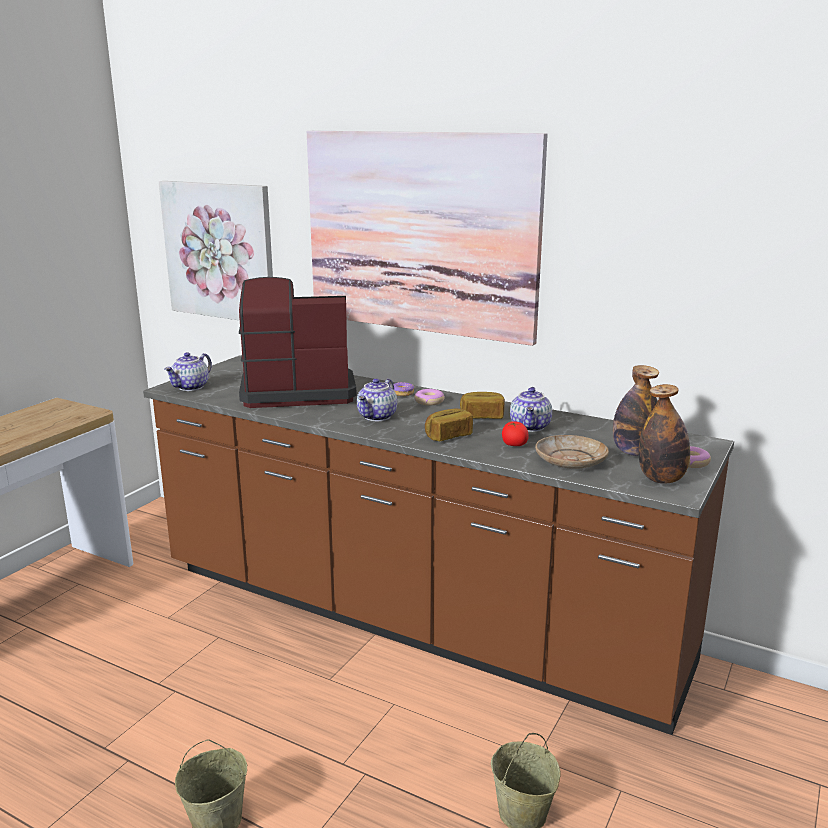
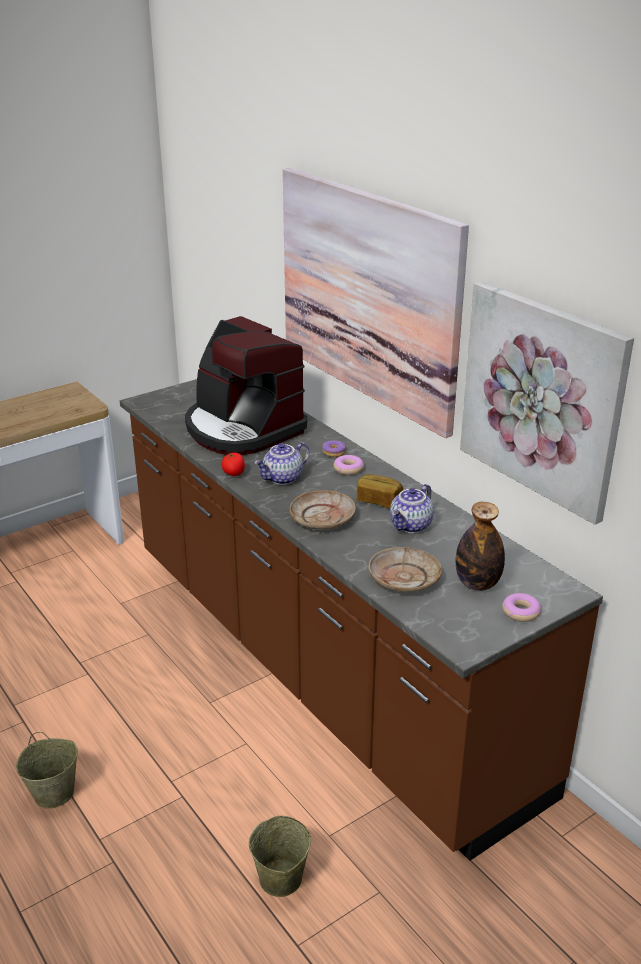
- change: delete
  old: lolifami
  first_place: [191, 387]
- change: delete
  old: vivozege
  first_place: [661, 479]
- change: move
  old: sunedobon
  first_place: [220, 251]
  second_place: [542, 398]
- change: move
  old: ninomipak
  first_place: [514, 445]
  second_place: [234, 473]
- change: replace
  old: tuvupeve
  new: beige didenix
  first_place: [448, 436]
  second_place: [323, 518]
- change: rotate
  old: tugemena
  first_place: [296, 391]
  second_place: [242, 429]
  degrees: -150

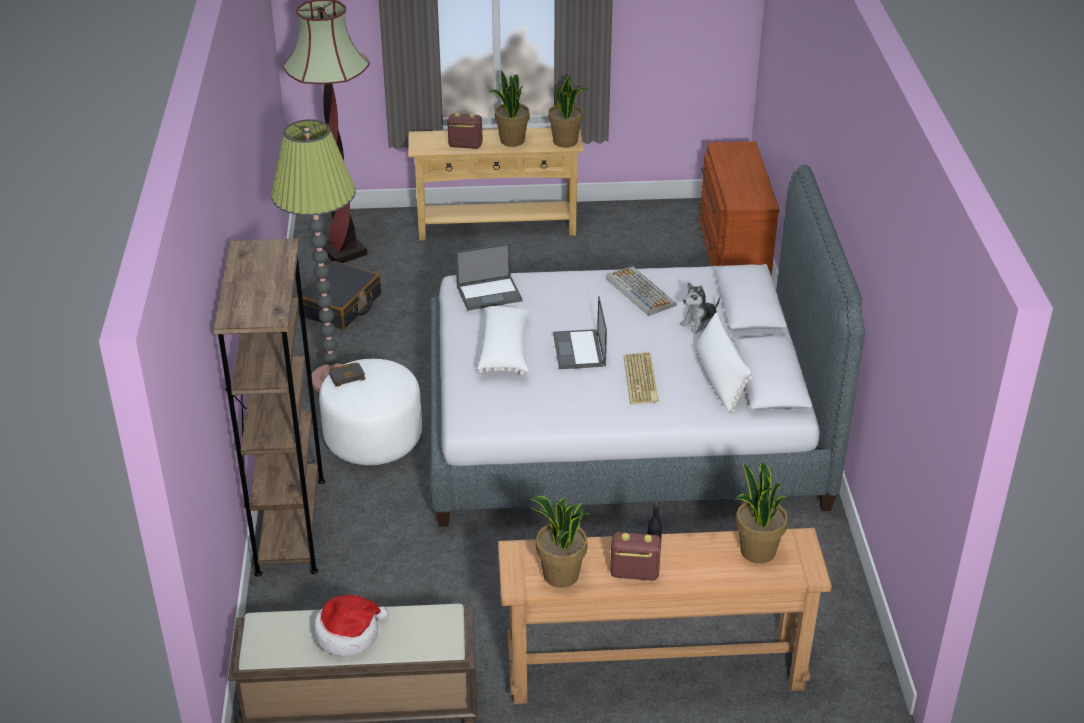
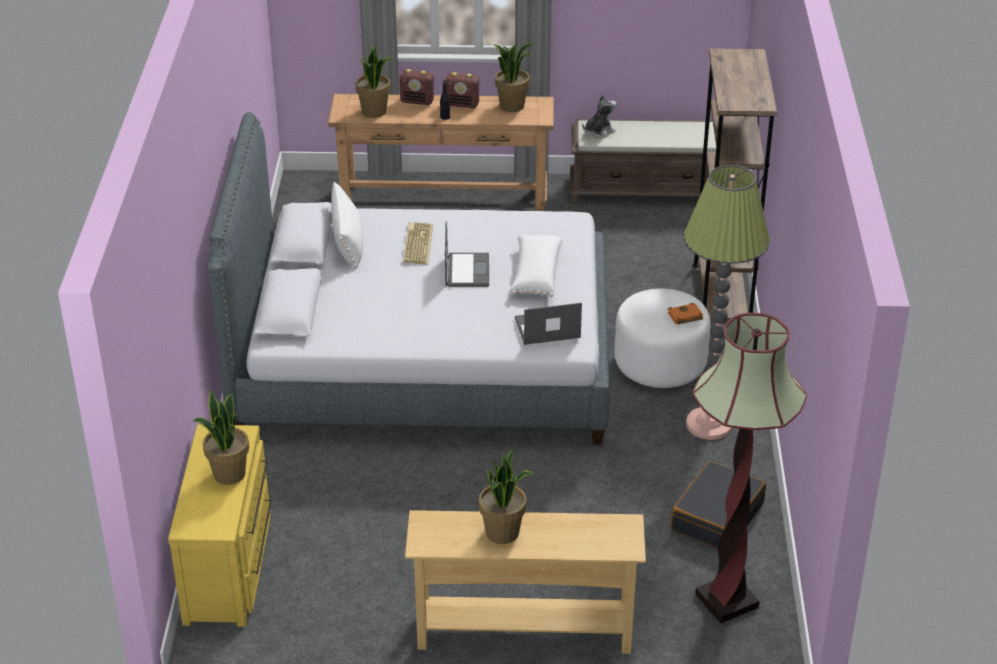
- change: delete
  old: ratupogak
  first_place: [348, 634]
- change: delete
  old: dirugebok
  first_place: [639, 291]
- change: move
  old: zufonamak
  first_place: [465, 145]
  second_place: [417, 101]
- change: move
  old: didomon
  first_place: [566, 141]
  second_place: [228, 474]
- change: move
  old: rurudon
  first_place: [700, 323]
  second_place: [599, 132]
- change: recolor
  old: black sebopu
  new: orange sebopu
  first_place: [347, 376]
  second_place: [684, 317]
- change: recolor
  old: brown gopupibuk
  new: yellow gopupibuk
  first_place: [731, 254]
  second_place: [230, 566]

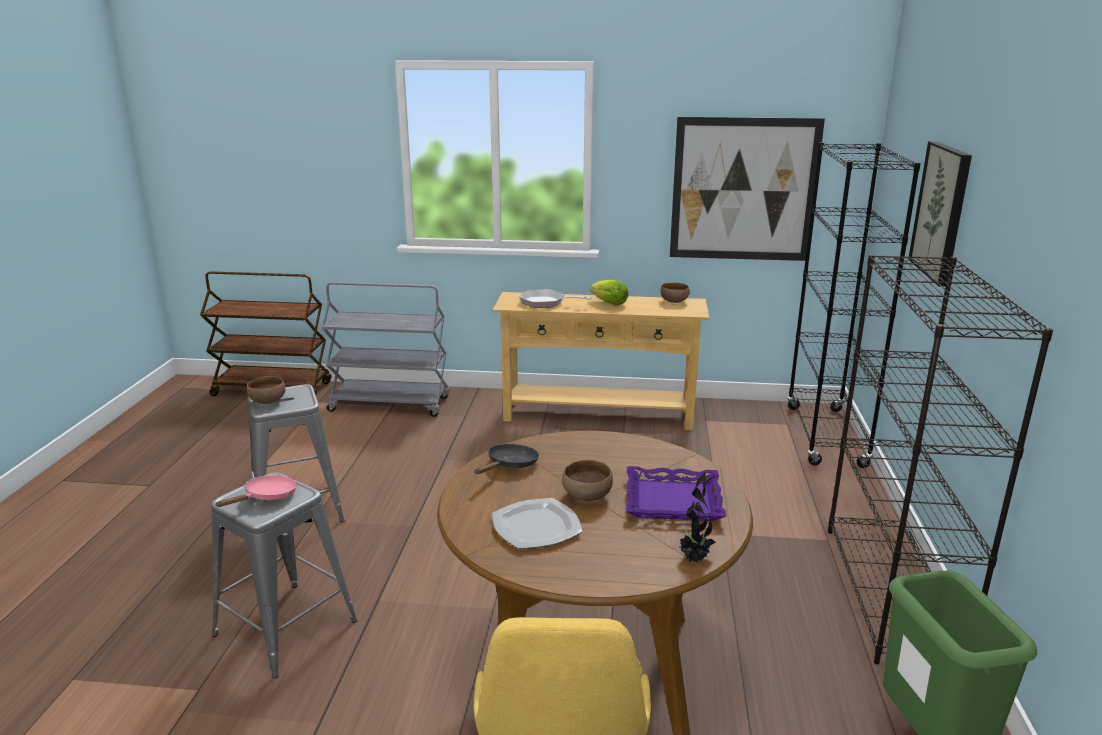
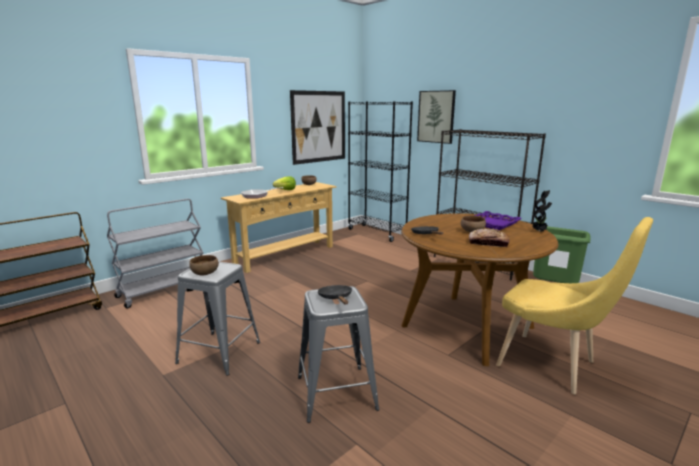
- change: replace
  old: didenix
  new: tuvupeve
  first_place: [535, 526]
  second_place: [488, 243]
- change: recolor
  old: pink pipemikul
  new: black pipemikul
  first_place: [267, 497]
  second_place: [336, 298]

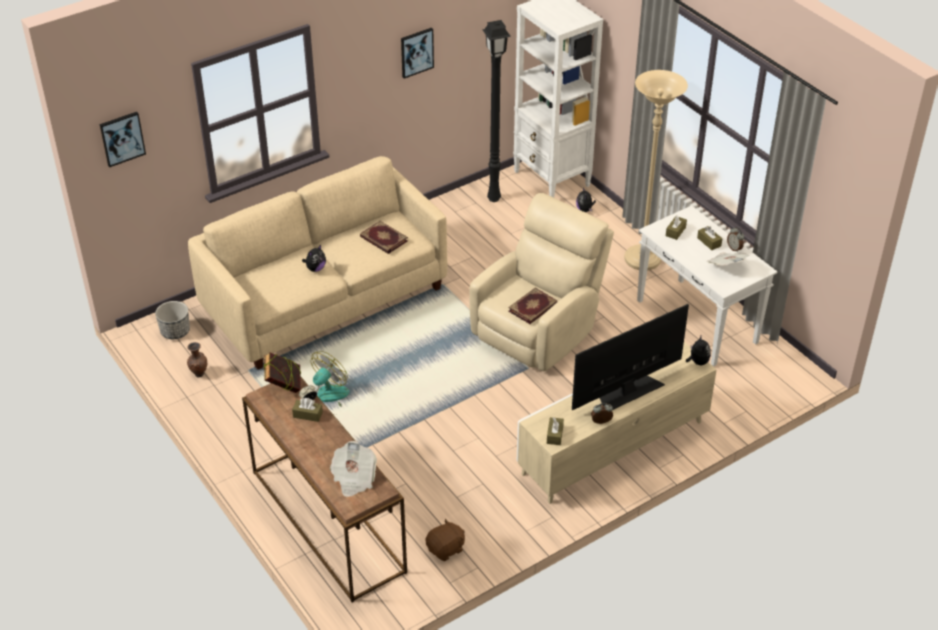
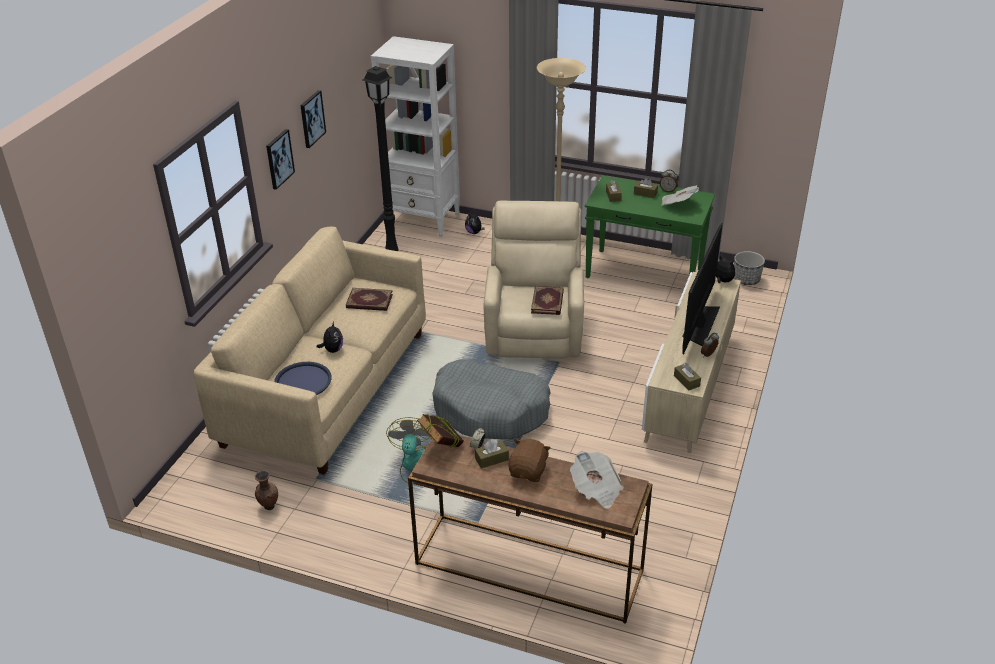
- change: insert
  new: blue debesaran
  second_place: [303, 381]
- change: insert
  new: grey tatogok
  second_place: [491, 410]
- change: move
  old: sunedobon
  first_place: [122, 138]
  second_place: [279, 159]
- change: move
  old: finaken
  first_place: [175, 331]
  second_place: [746, 279]
- change: move
  old: brown rurudon
  first_place: [446, 549]
  second_place: [528, 471]
- change: recolor
  old: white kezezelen
  new: green kezezelen
  first_place: [697, 322]
  second_place: [645, 273]

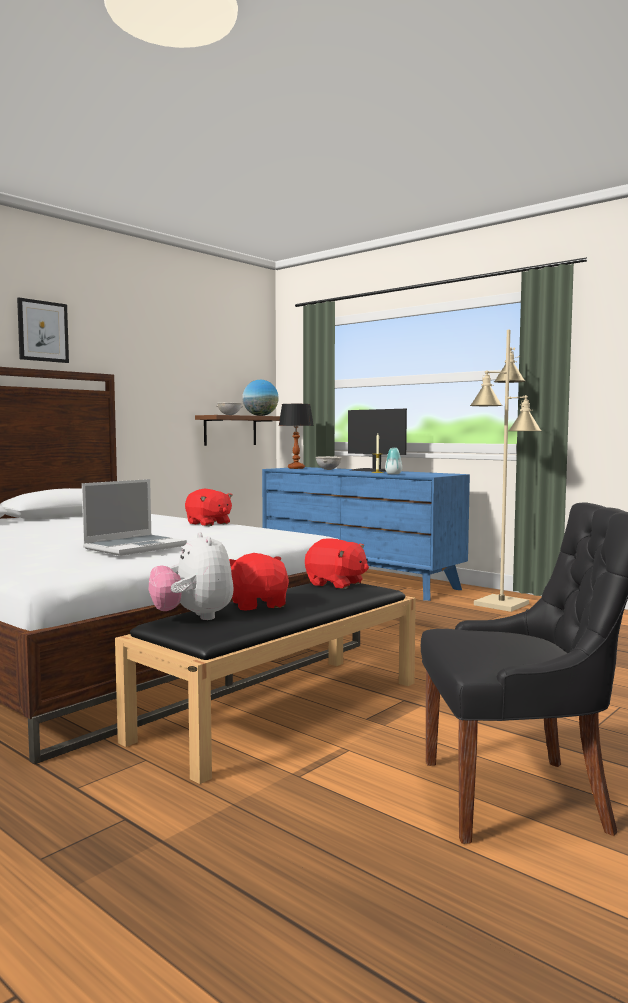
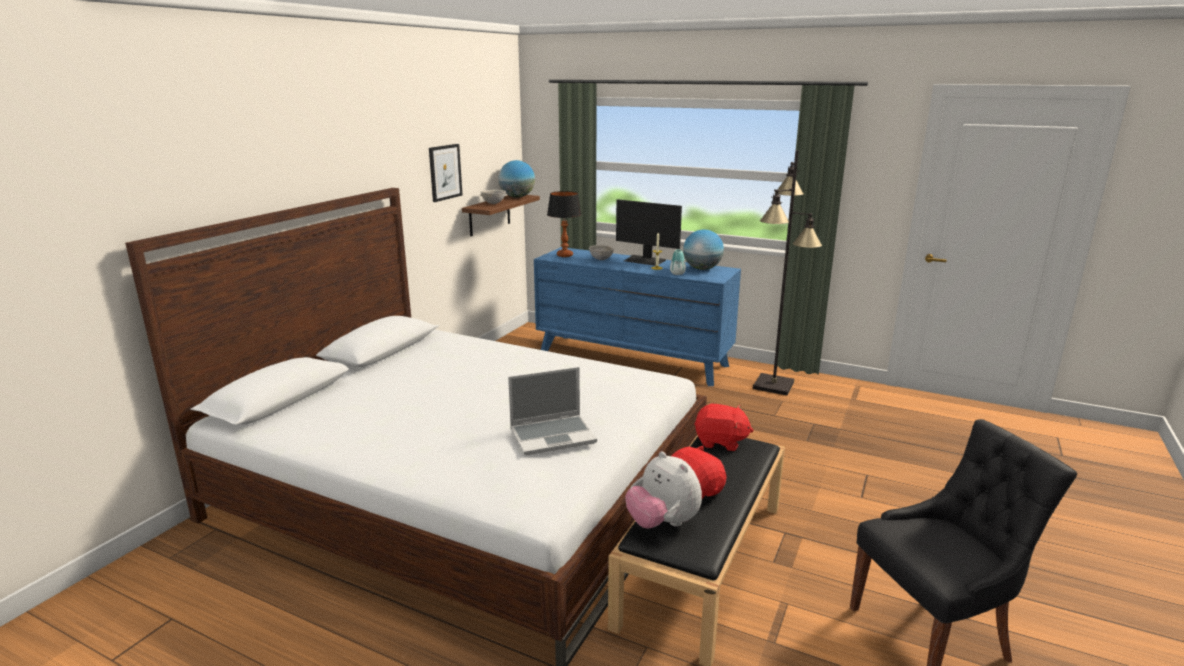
- change: delete
  old: red rurudon
  first_place: [208, 523]
- change: insert
  new: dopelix
  second_place: [702, 269]
- change: move
  old: sunedobon
  first_place: [43, 331]
  second_place: [445, 172]
- change: recolor
  old: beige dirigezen
  new: black dirigezen
  first_place: [502, 604]
  second_place: [774, 385]
- change: rotate
  old: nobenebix
  first_place: [135, 547]
  second_place: [553, 435]
  degrees: 45

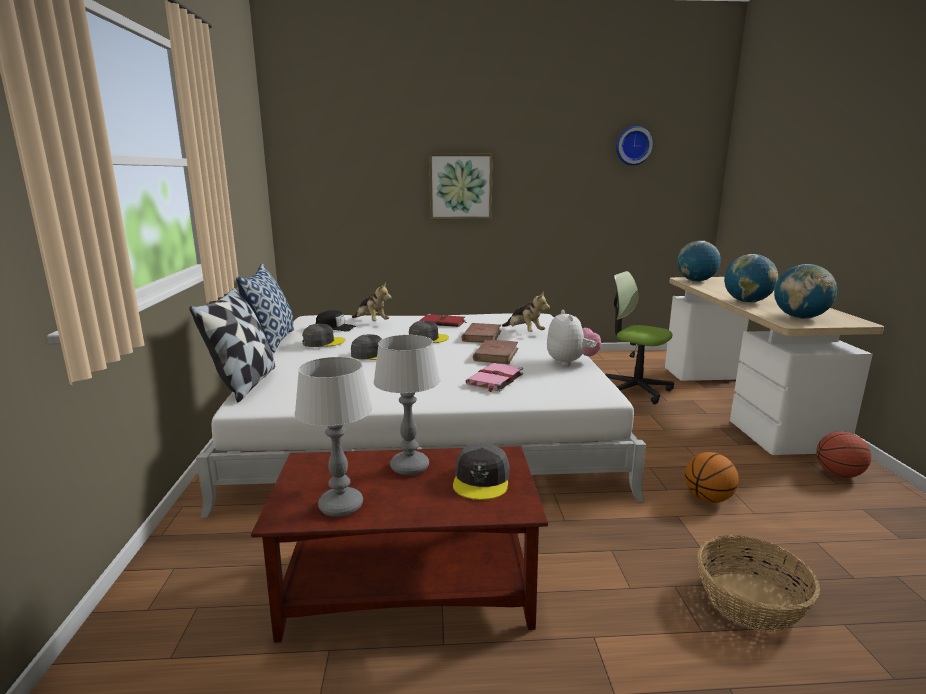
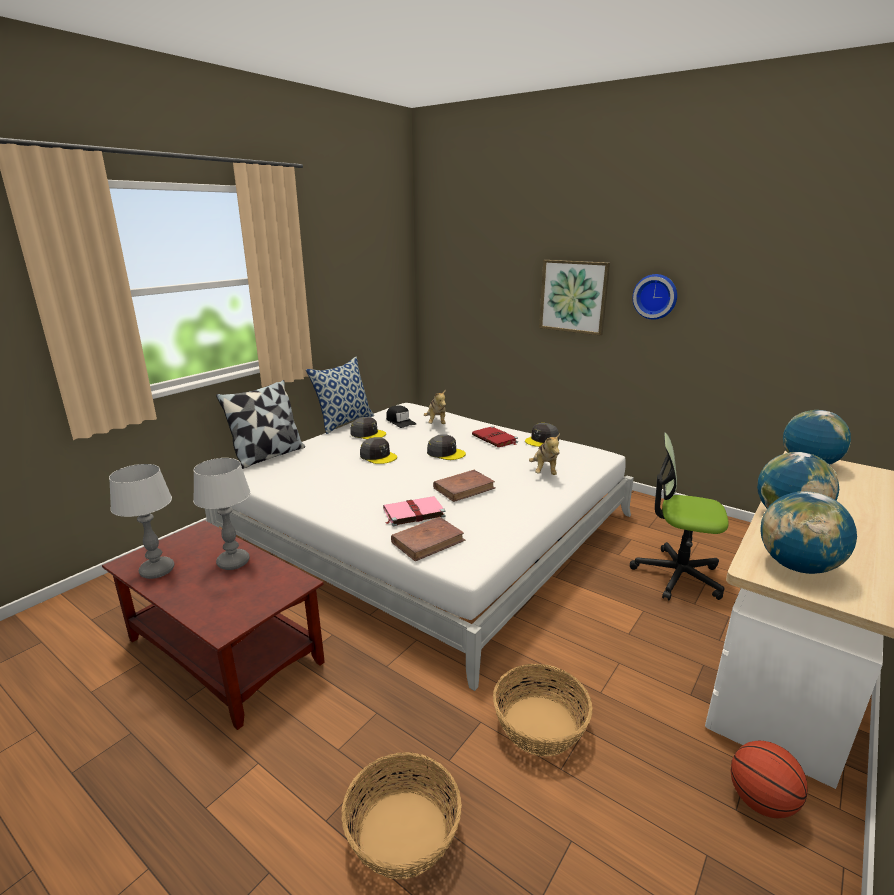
- change: delete
  old: rurudon
  first_place: [571, 362]
- change: move
  old: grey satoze
  first_place: [481, 480]
  second_place: [542, 440]
- change: move
  old: brown sebopu
  first_place: [482, 336]
  second_place: [428, 541]
- change: move
  old: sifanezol
  first_place: [633, 146]
  second_place: [655, 296]
- change: replace
  old: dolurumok
  new: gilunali
  first_place: [708, 498]
  second_place: [540, 725]
- change: rotate
  old: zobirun
  first_place: [635, 390]
  second_place: [677, 575]
  degrees: -60

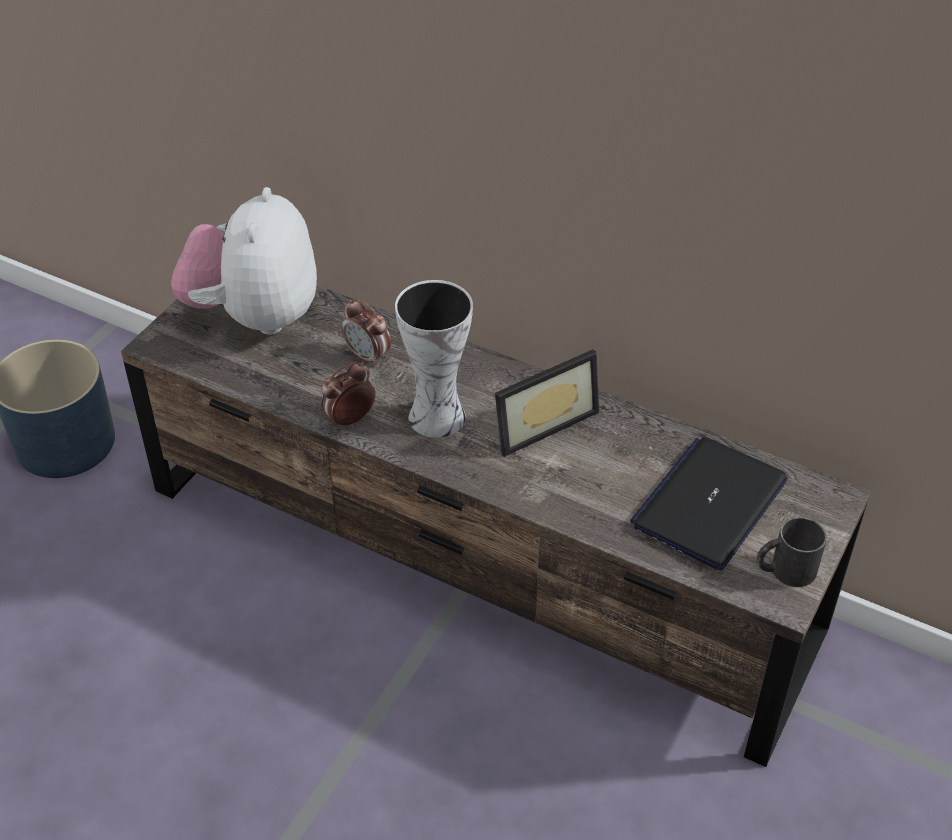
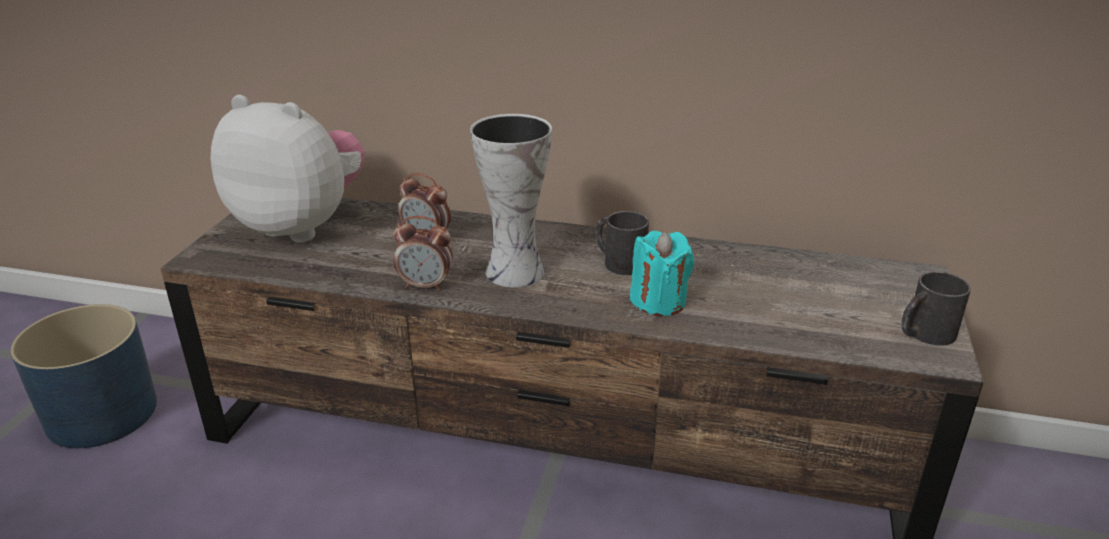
- change: delete
  old: nobenebix
  first_place: [709, 503]
- change: insert
  new: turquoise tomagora
  second_place: [658, 301]
- change: replace
  old: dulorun
  new: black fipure
  first_place: [540, 422]
  second_place: [618, 261]
- change: rotate
  old: rurudon
  first_place: [255, 316]
  second_place: [301, 226]
  degrees: 120
- change: rotate
  old: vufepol
  first_place: [349, 419]
  second_place: [426, 285]
  degrees: -120

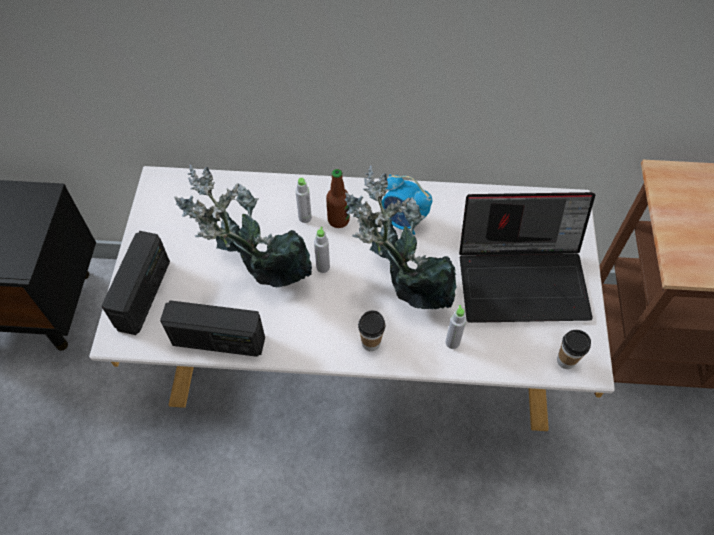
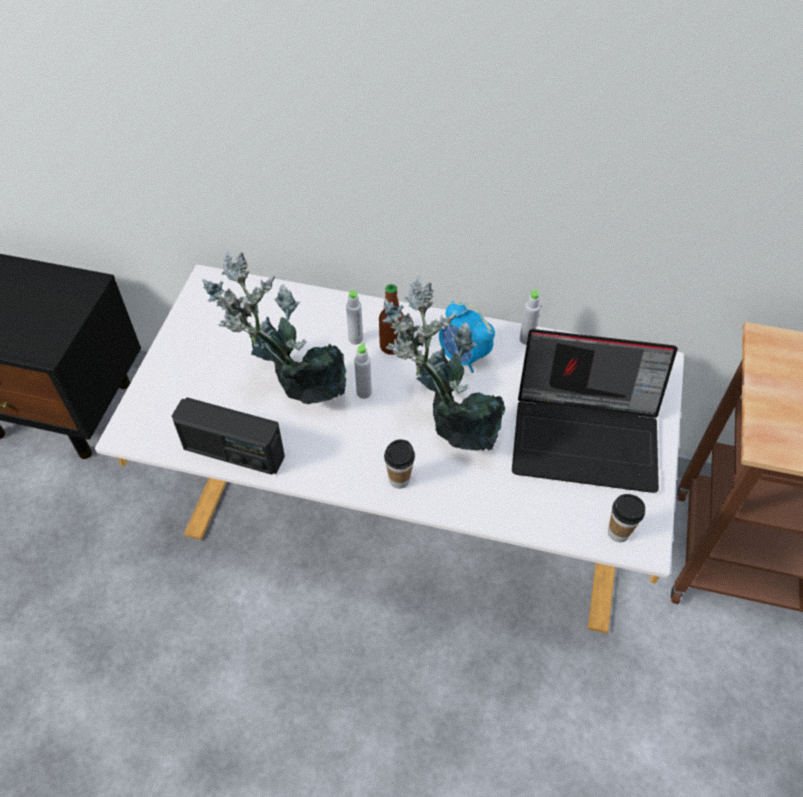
- change: delete
  old: zufonamak
  first_place: [144, 295]
- change: move
  old: grey vivozege
  first_place: [452, 342]
  second_place: [526, 339]

